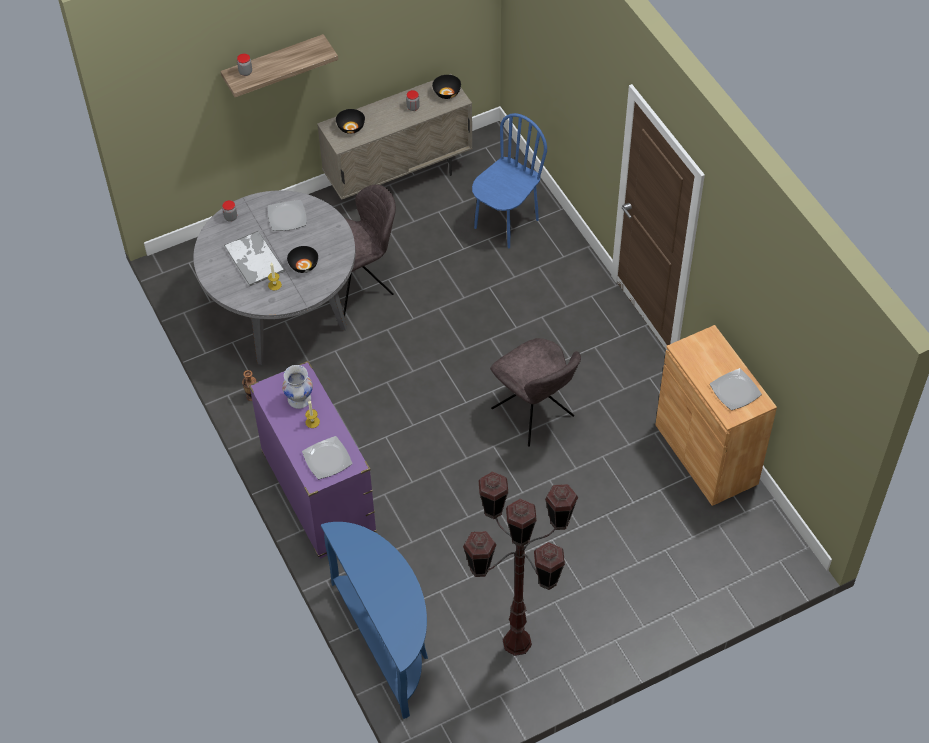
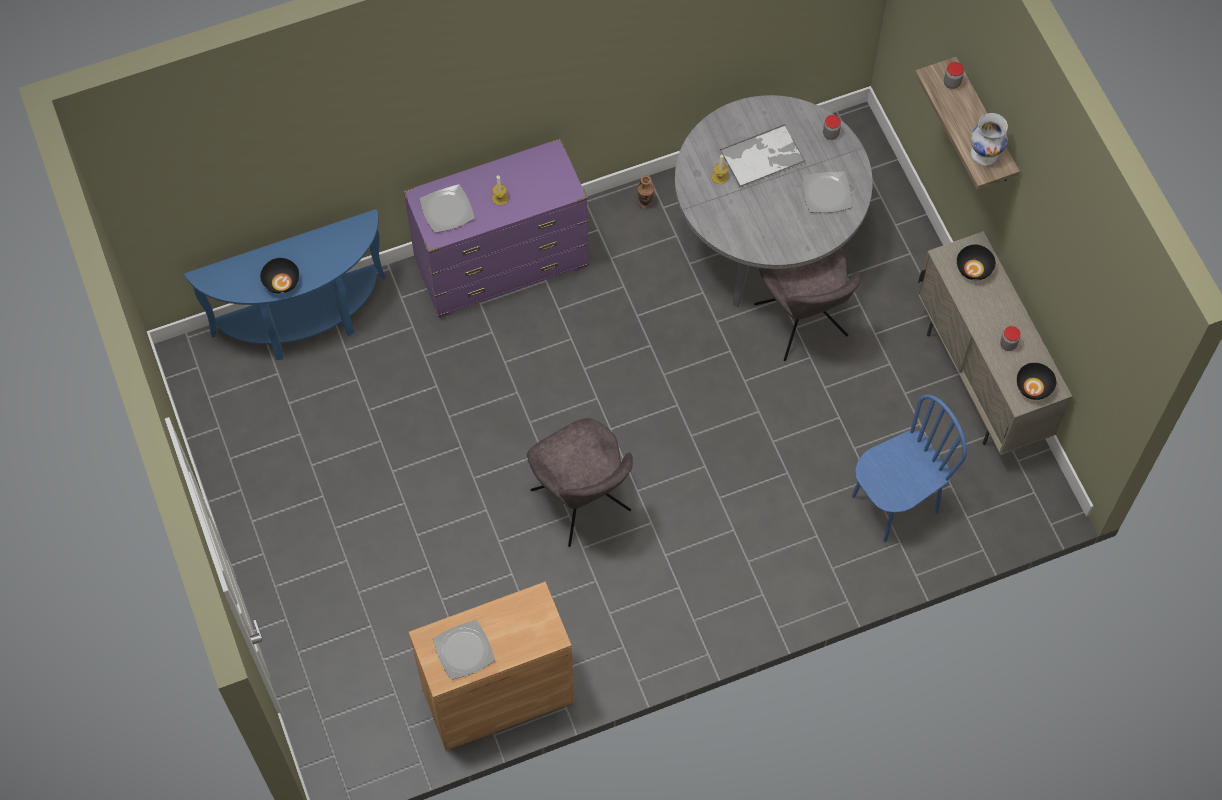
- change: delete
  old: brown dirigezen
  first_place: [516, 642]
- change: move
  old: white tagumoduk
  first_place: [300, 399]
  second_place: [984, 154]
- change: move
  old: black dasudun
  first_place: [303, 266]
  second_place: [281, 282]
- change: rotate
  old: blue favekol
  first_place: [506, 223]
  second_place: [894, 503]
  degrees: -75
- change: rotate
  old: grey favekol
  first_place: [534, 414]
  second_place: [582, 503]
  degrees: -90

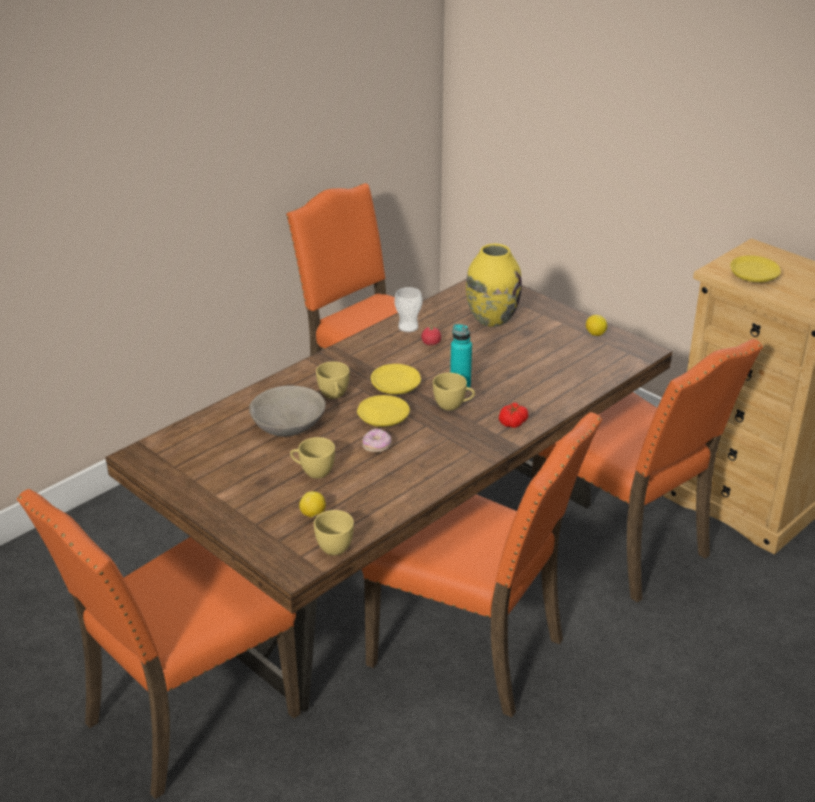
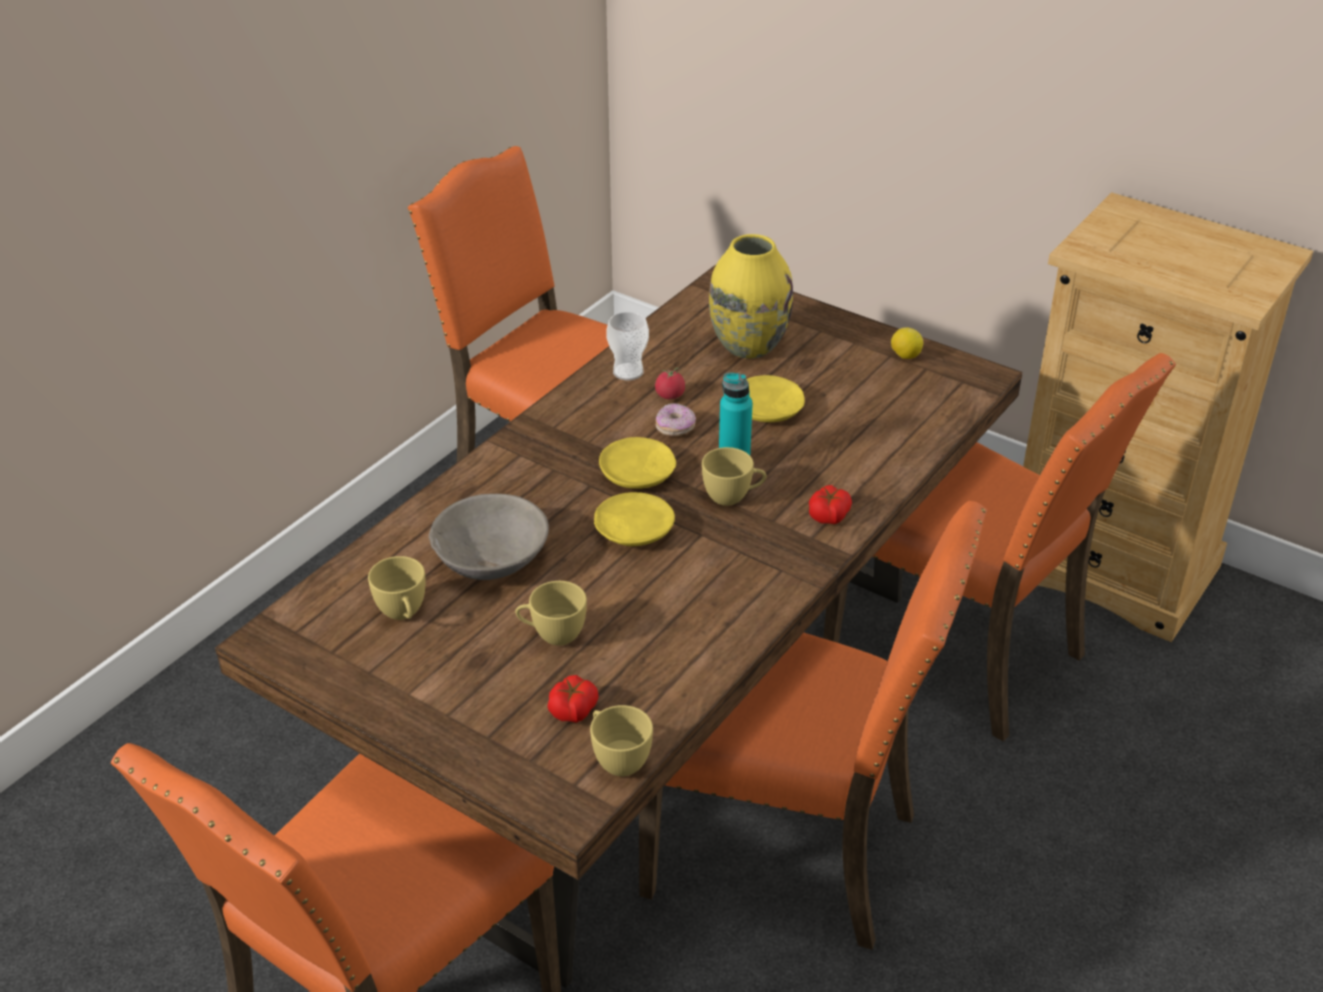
- change: move
  old: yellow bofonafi
  first_place: [334, 396]
  second_place: [403, 614]
- change: move
  old: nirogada
  first_place: [377, 447]
  second_place: [675, 428]
- change: move
  old: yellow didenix
  first_place: [754, 277]
  second_place: [768, 410]
- change: replace
  old: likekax
  new: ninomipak
  first_place: [313, 514]
  second_place: [573, 709]

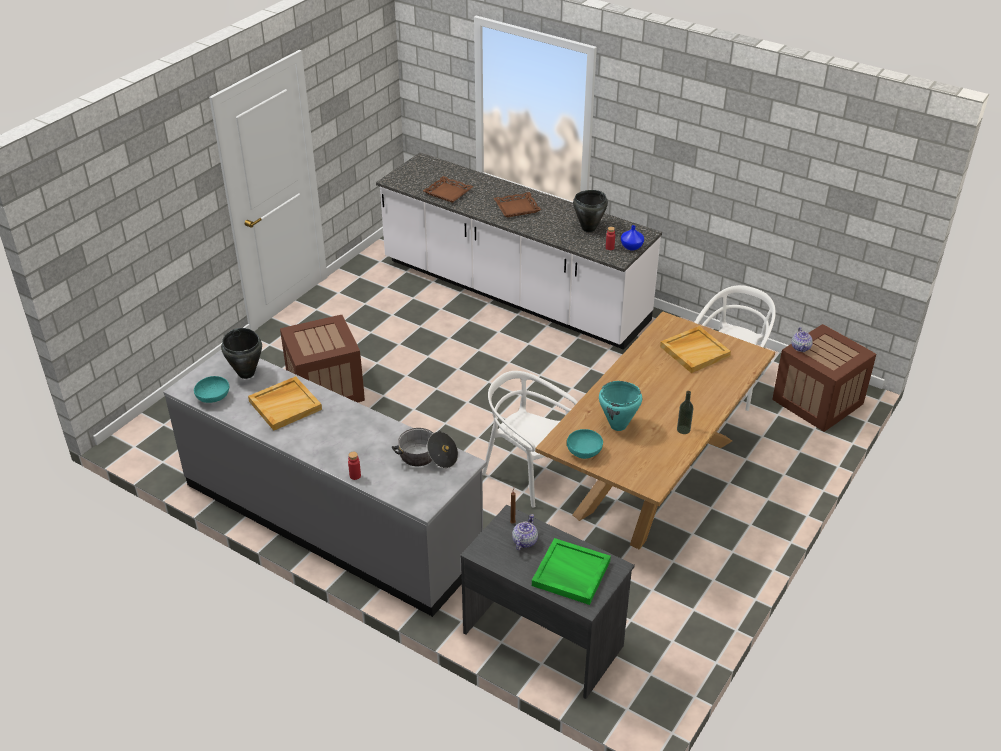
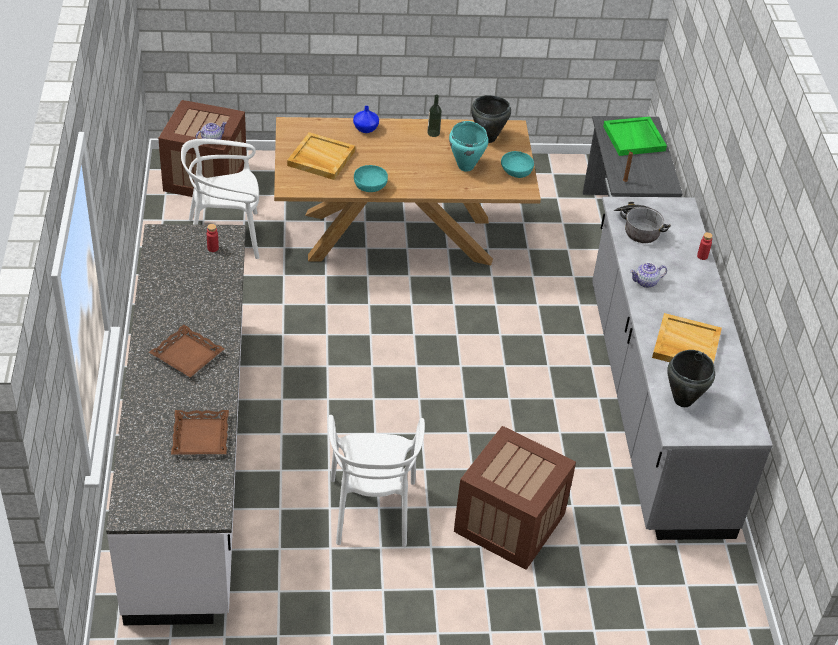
- change: move
  old: turquoise dasudun
  first_place: [213, 398]
  second_place: [370, 186]
- change: move
  old: white favekol
  first_place: [527, 473]
  second_place: [372, 511]
- change: move
  old: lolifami
  first_place: [524, 541]
  second_place: [646, 282]
- change: move
  old: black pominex
  first_place: [588, 228]
  second_place: [488, 138]
- change: move
  old: blue tagumoduk
  first_place: [631, 247]
  second_place: [366, 129]

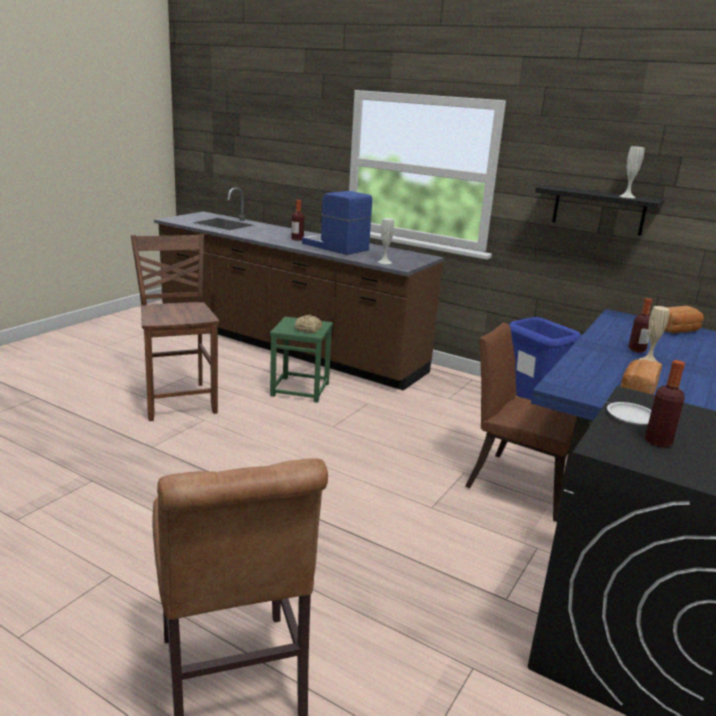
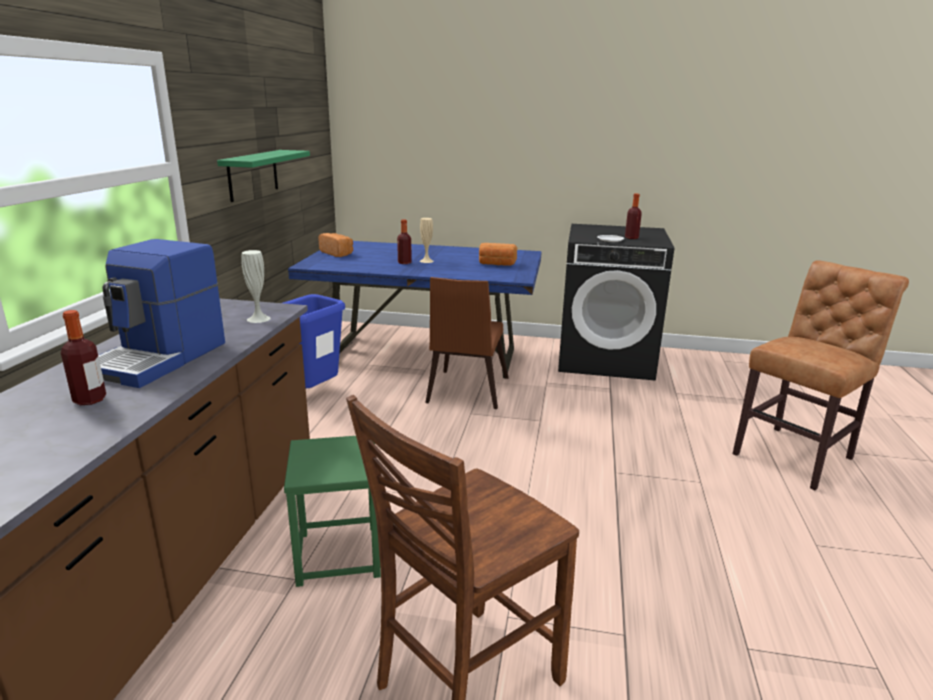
- change: delete
  old: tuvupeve
  first_place: [308, 329]
- change: delete
  old: white tagumoduk
  first_place: [627, 196]
- change: recolor
  old: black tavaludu
  new: green tavaludu
  first_place: [598, 210]
  second_place: [253, 174]

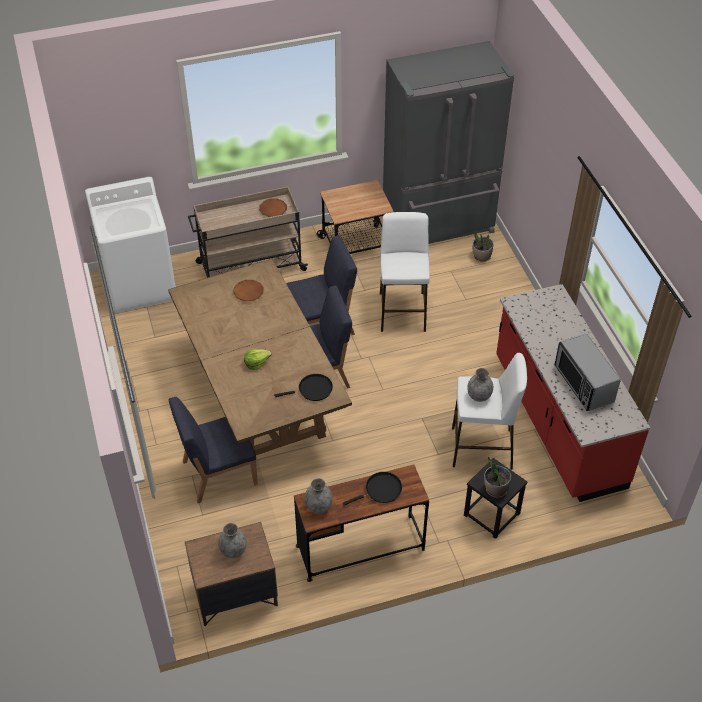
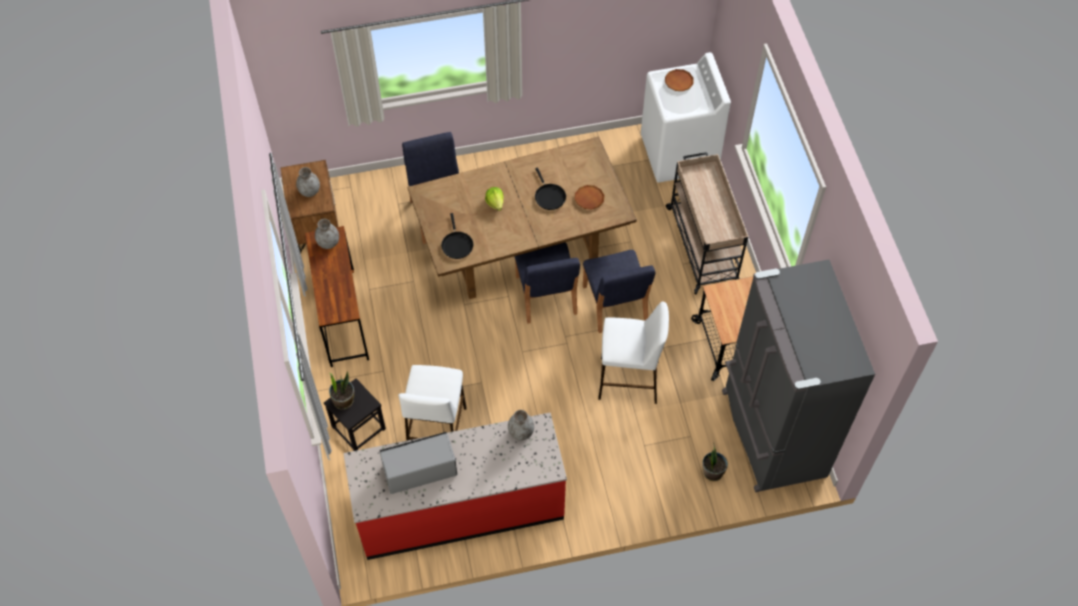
- change: move
  old: brown didenix
  first_place: [273, 209]
  second_place: [679, 82]
- change: move
  old: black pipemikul
  first_place: [381, 490]
  second_place: [549, 196]
- change: move
  old: grey tagumoduk
  first_place: [479, 396]
  second_place: [520, 432]

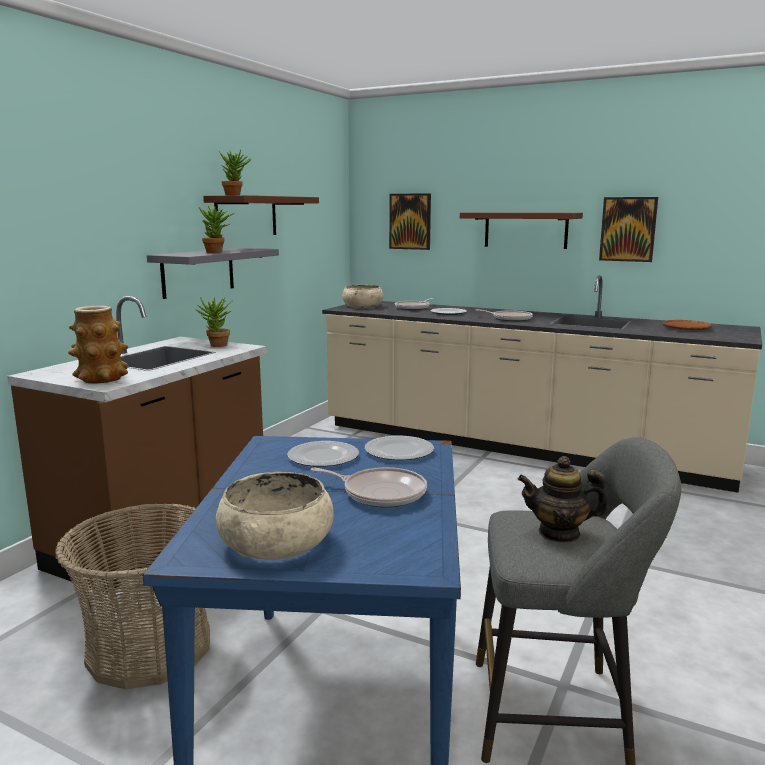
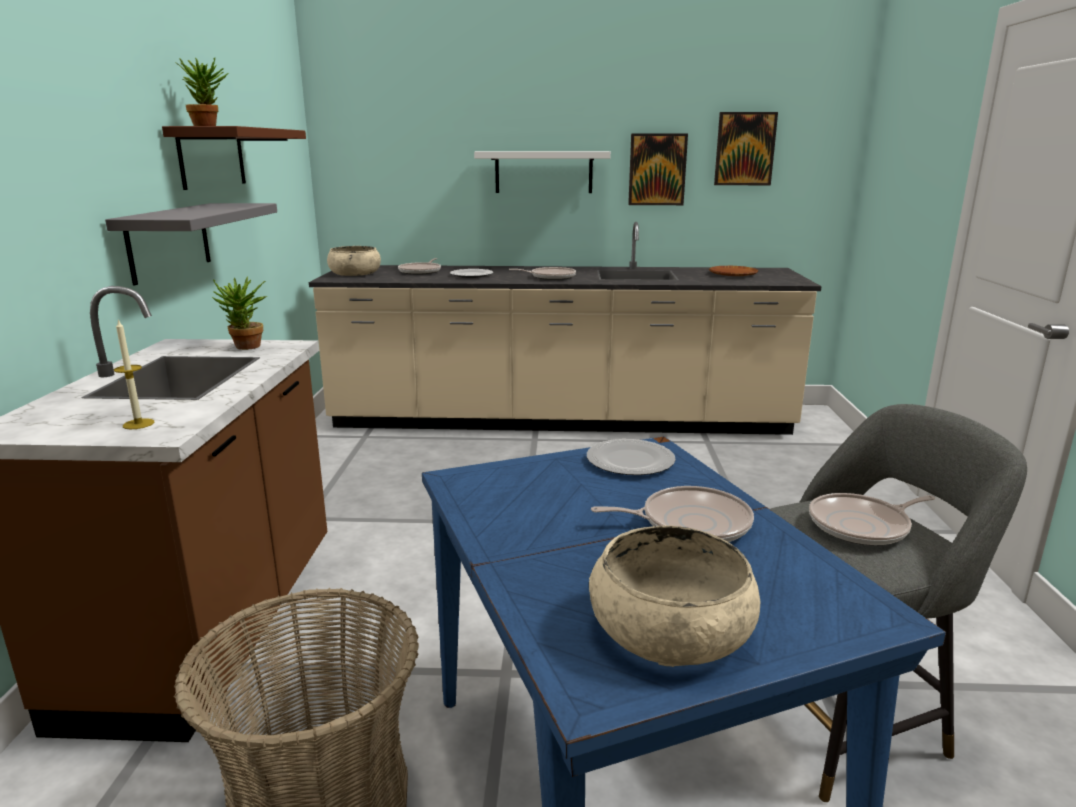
- change: delete
  old: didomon
  first_place: [217, 252]
- change: delete
  old: didenix
  first_place: [322, 457]
- change: move
  old: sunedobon
  first_place: [410, 221]
  second_place: [744, 149]
- change: replace
  old: tagumoduk
  new: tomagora
  first_place: [101, 378]
  second_place: [138, 424]
- change: replace
  old: lolifami
  new: pipemikul
  first_place: [559, 533]
  second_place: [862, 526]
- change: recolor
  old: brown tavaludu
  new: white tavaludu
  first_place: [525, 230]
  second_place: [543, 172]

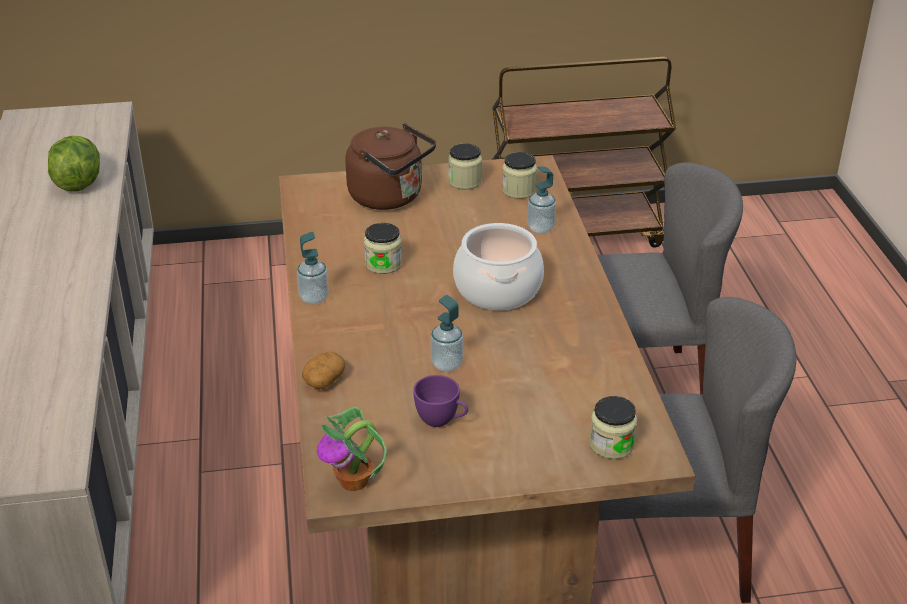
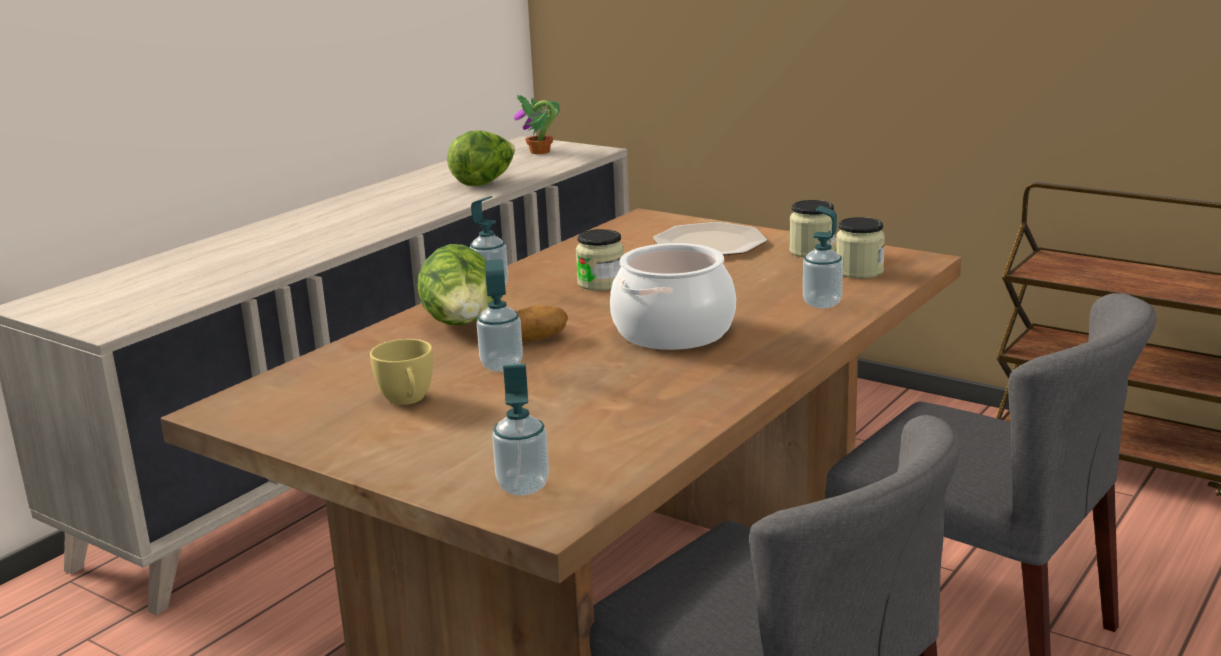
- change: insert
  new: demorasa
  second_place: [462, 326]
- change: move
  old: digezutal
  first_place: [324, 380]
  second_place: [538, 338]
- change: move
  old: didomon
  first_place: [354, 481]
  second_place: [540, 152]
- change: replace
  old: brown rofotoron
  new: didenix
  first_place: [390, 197]
  second_place: [709, 244]
- change: replace
  old: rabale
  new: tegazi
  first_place: [611, 444]
  second_place: [523, 486]
- change: recolor
  old: purple bofonafi
  new: yellow bofonafi
  first_place: [442, 420]
  second_place: [408, 401]

